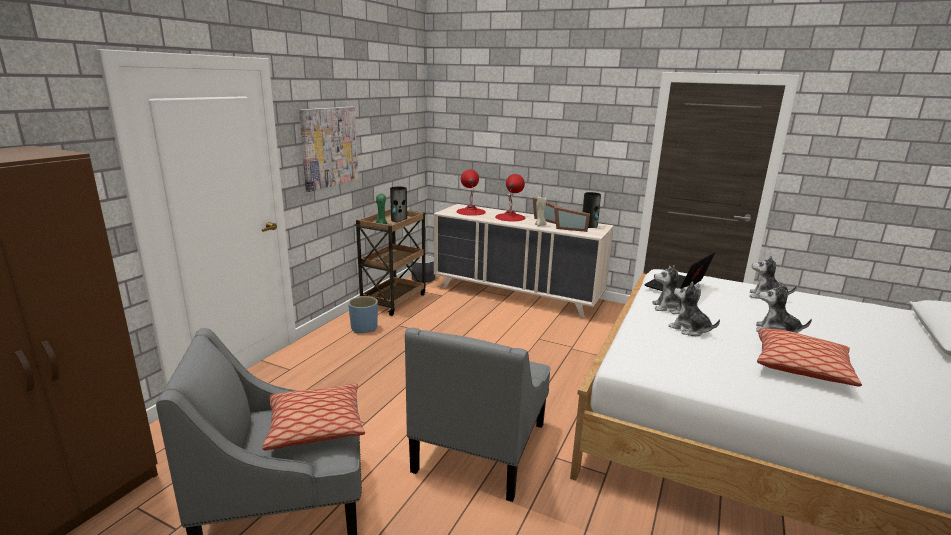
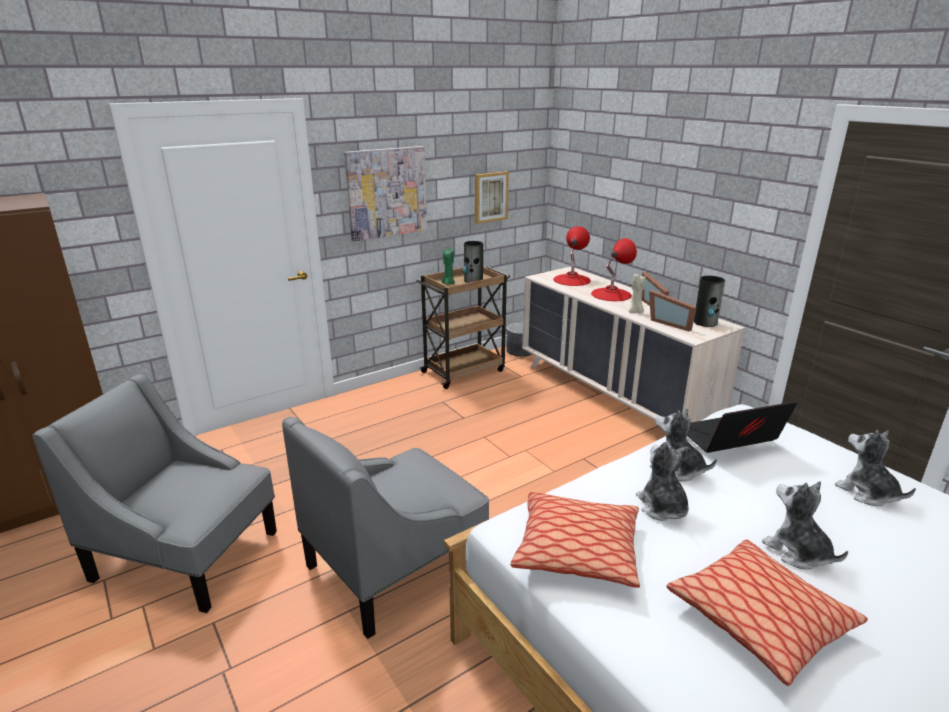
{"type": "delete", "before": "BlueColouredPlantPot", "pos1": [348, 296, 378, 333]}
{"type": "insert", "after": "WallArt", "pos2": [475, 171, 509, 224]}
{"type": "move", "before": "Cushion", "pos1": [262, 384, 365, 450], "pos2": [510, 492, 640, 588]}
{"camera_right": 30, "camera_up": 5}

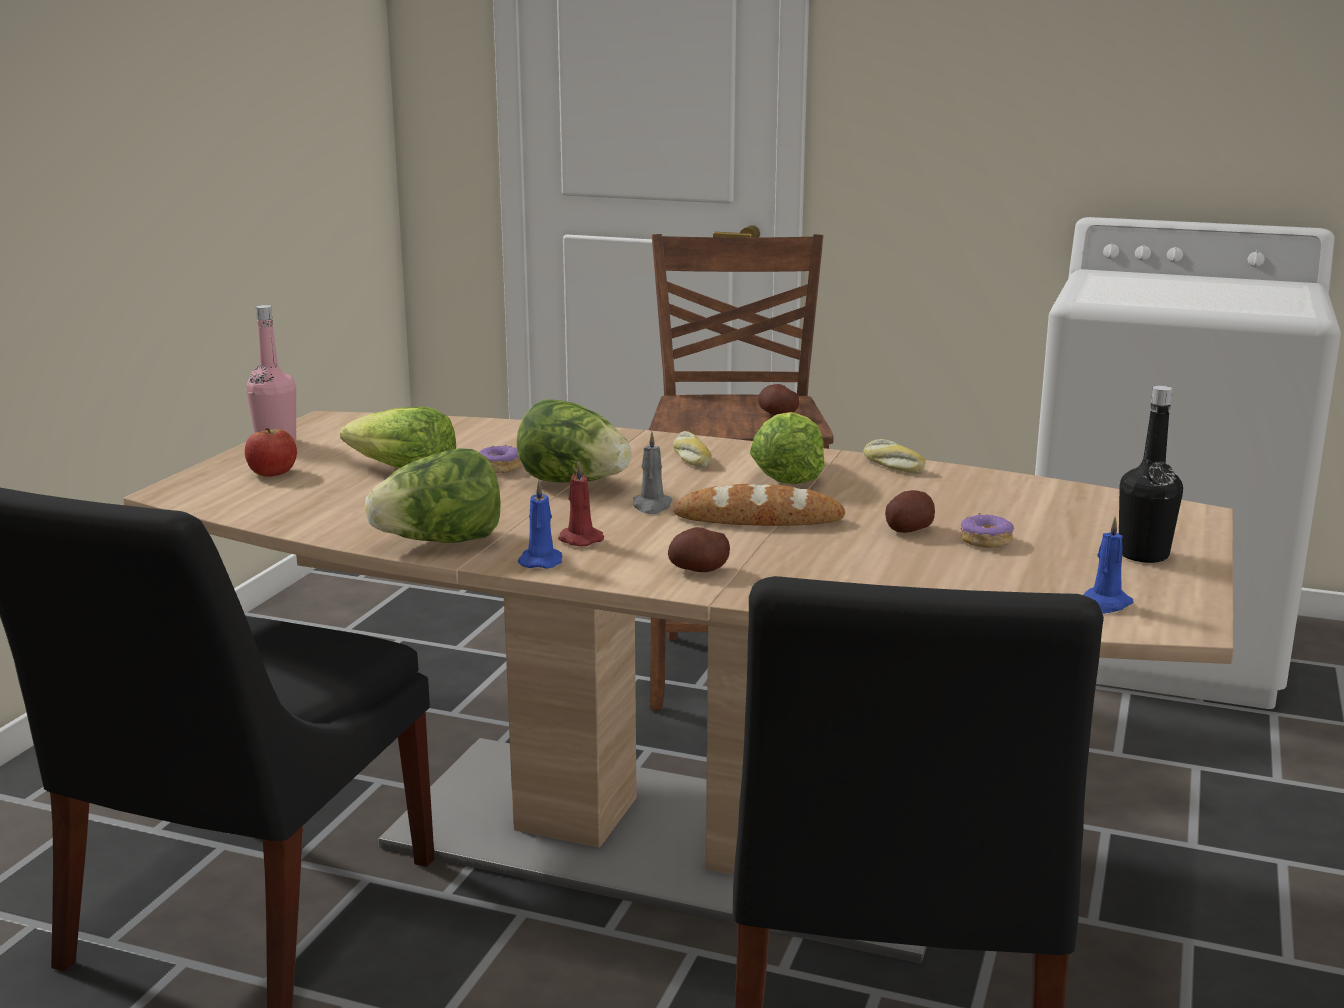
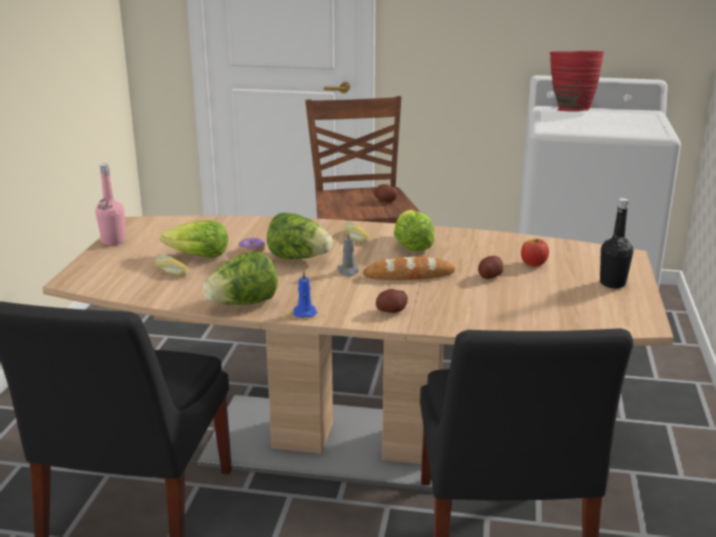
{"type": "delete", "before": "RedColouredWaxCandle", "pos1": [558, 461, 604, 546]}
{"type": "delete", "before": "RingDoughnut", "pos1": [961, 513, 1014, 548]}
{"type": "delete", "before": "BlueColouredWaxCandle", "pos1": [1083, 516, 1133, 614]}
{"type": "insert", "after": "RedColouredFlowerVase", "pos2": [550, 51, 604, 112]}
{"type": "move", "before": "AppleFruit", "pos1": [245, 428, 297, 477], "pos2": [521, 239, 549, 267]}
{"type": "move", "before": "BakedBread", "pos1": [863, 439, 926, 474], "pos2": [155, 255, 188, 276]}
{"camera_right": -10, "camera_up": 5}

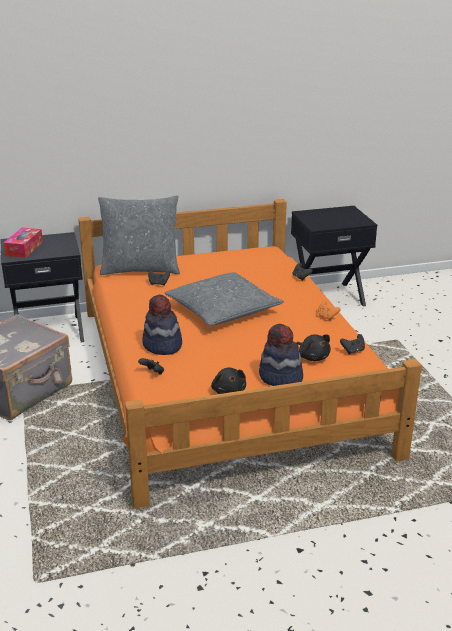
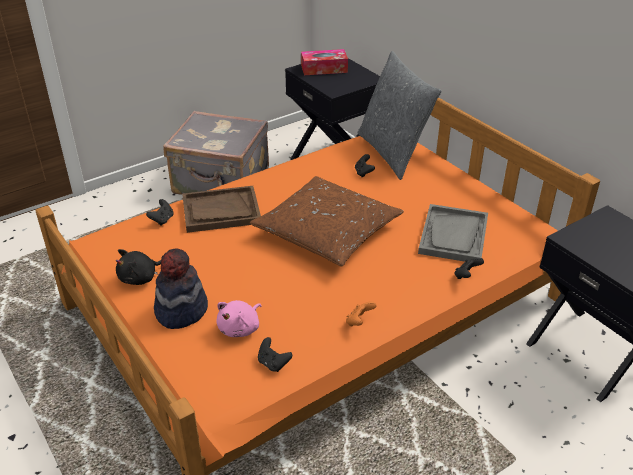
{"type": "insert", "after": "GreyServingTray", "pos2": [418, 204, 488, 262]}
{"type": "replace", "before": "ClothingHat", "after": "BrownColouredServingTray", "pos1": [142, 295, 182, 355], "pos2": [182, 186, 261, 233]}
{"type": "recolor", "before": "GreyCushion", "after": "BrownColouredCushion", "pos1": [165, 272, 284, 326], "pos2": [250, 176, 404, 267]}
{"type": "recolor", "before": "BlackColouredSoftToy", "after": "PinkColouredSoftToy", "pos1": [297, 334, 331, 361], "pos2": [216, 300, 262, 337]}
{"camera_right": 70, "camera_up": 10}

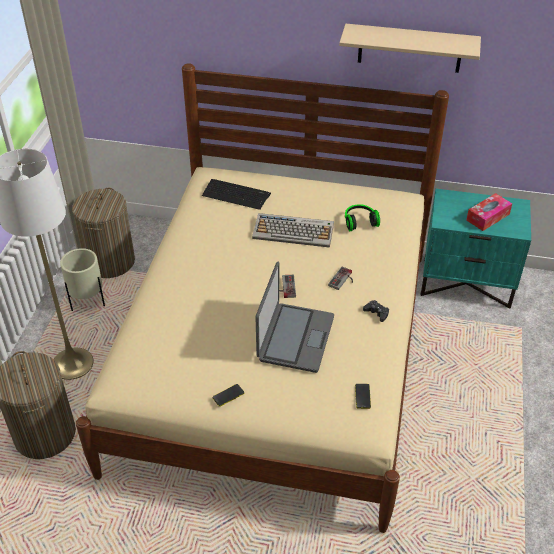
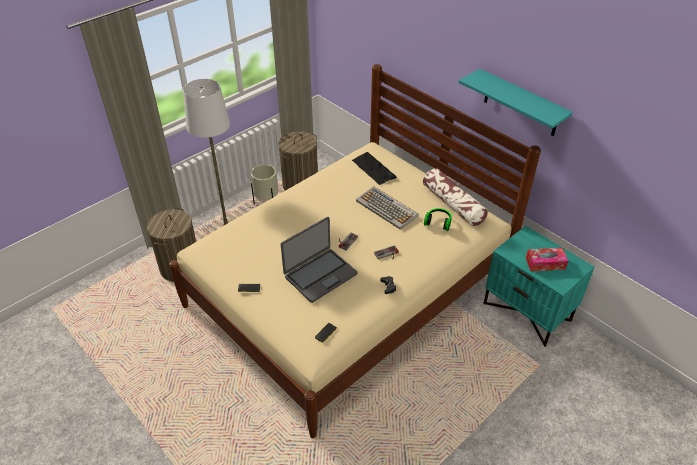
{"type": "insert", "after": "Cushion", "pos2": [423, 168, 488, 226]}
{"type": "recolor", "before": "SandColouredShelf", "after": "TurquoiseShelf", "pos1": [339, 24, 481, 73], "pos2": [459, 69, 573, 136]}
{"camera_right": 35, "camera_up": 0}

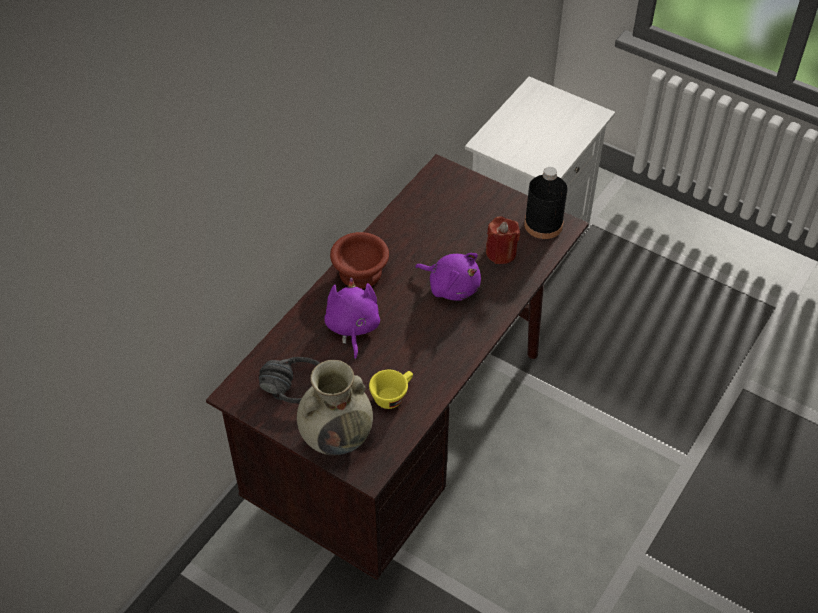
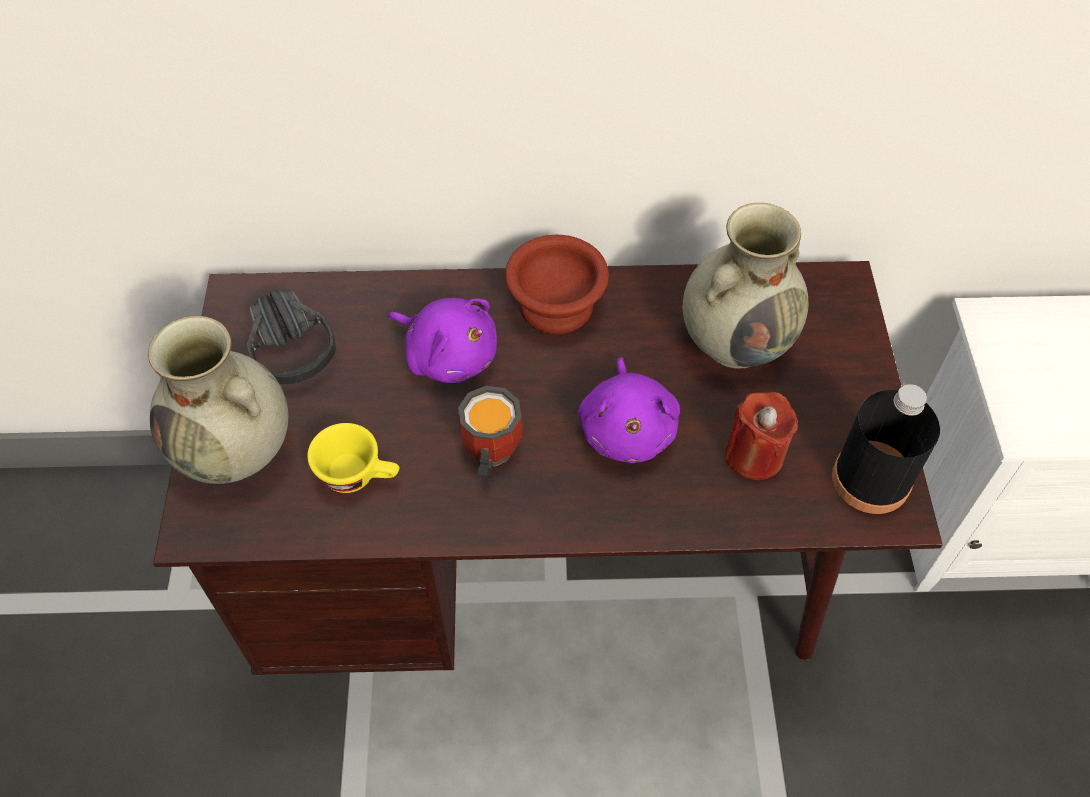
{"type": "insert", "after": "TeaMug", "pos2": [458, 386, 523, 478]}
{"type": "insert", "after": "SandColouredFlowerVase", "pos2": [683, 203, 808, 369]}
{"type": "rotate", "before": "PurplishSoftToy", "pos1": [324, 277, 380, 360], "pos2": [388, 298, 497, 383], "turn": 75}
{"camera_right": 55, "camera_up": 5}

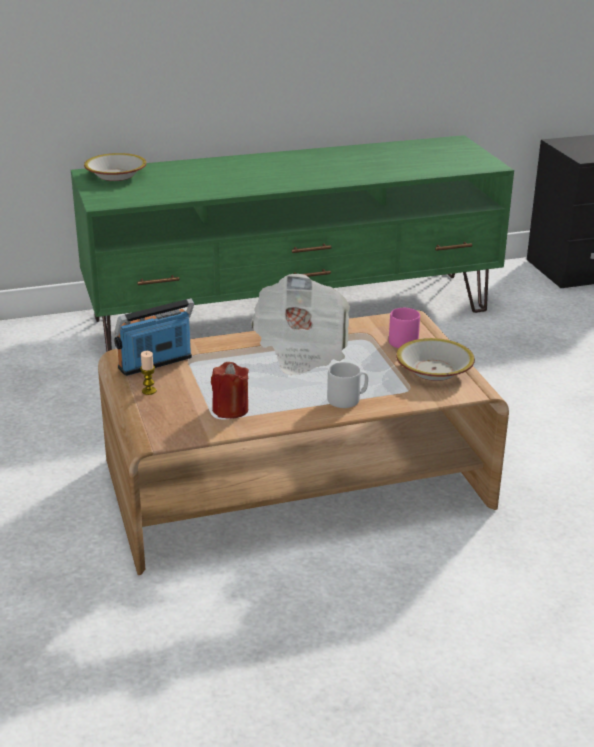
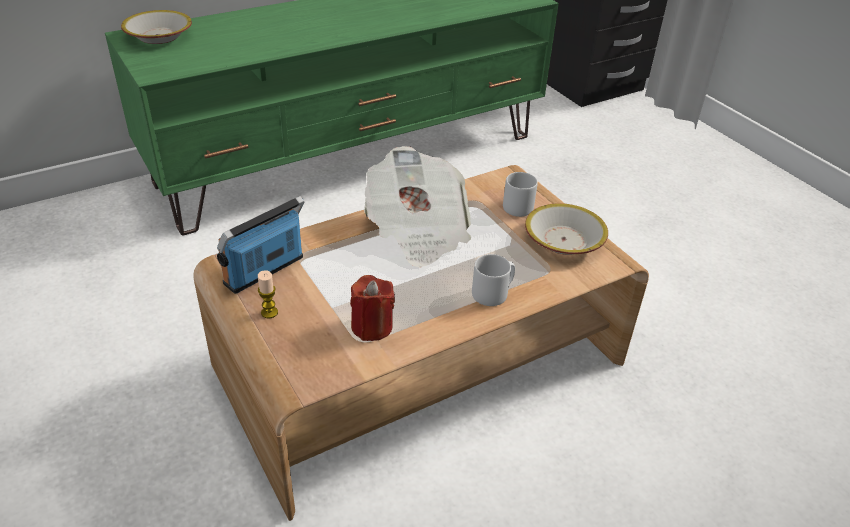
{"type": "recolor", "before": "PinkColouredTeaMug", "after": "GreyTeaMug", "pos1": [389, 308, 420, 348], "pos2": [503, 172, 538, 217]}
{"camera_right": -15, "camera_up": 10}

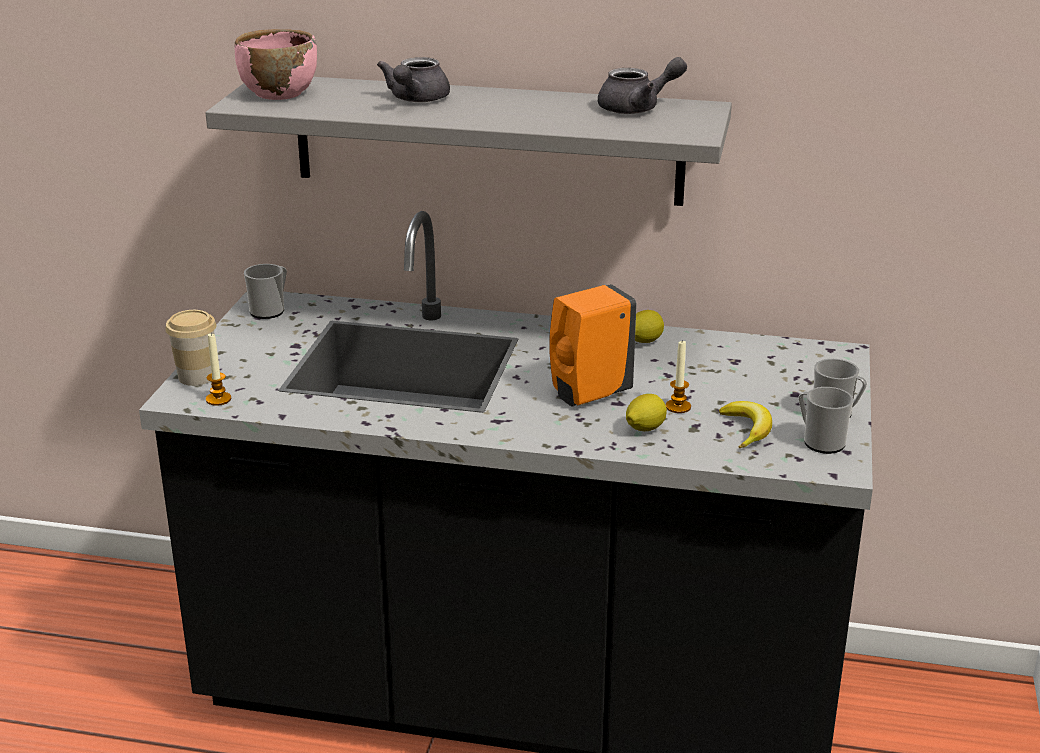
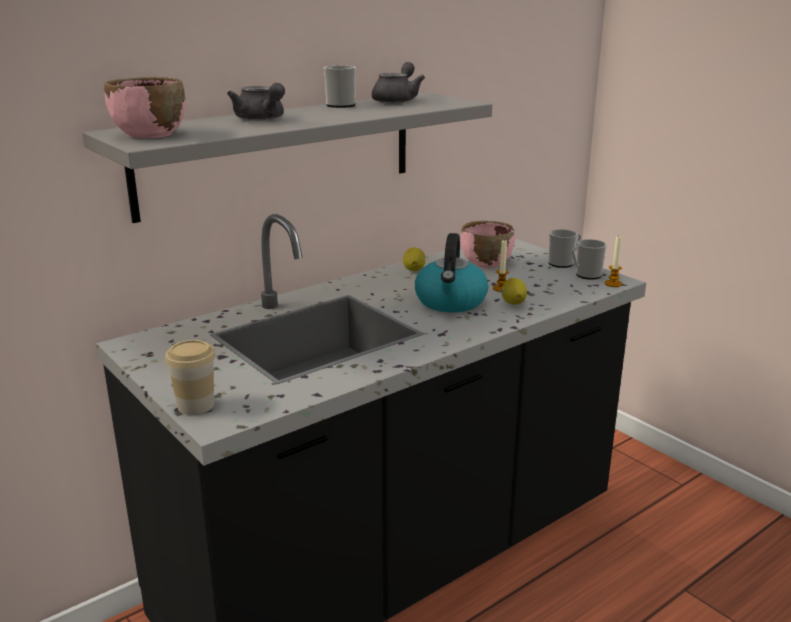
{"type": "delete", "before": "WholeBanana", "pos1": [719, 401, 772, 448]}
{"type": "insert", "after": "PinkColouredBowl", "pos2": [460, 221, 515, 268]}
{"type": "move", "before": "WaxCandle", "pos1": [206, 334, 231, 406], "pos2": [605, 237, 622, 287]}
{"type": "move", "before": "TeaMug", "pos1": [244, 264, 287, 319], "pos2": [324, 66, 356, 108]}
{"type": "replace", "before": "OrangeSoapBottle", "after": "TeaKettle", "pos1": [549, 284, 637, 407], "pos2": [415, 233, 488, 313]}
{"camera_right": -50, "camera_up": -5}

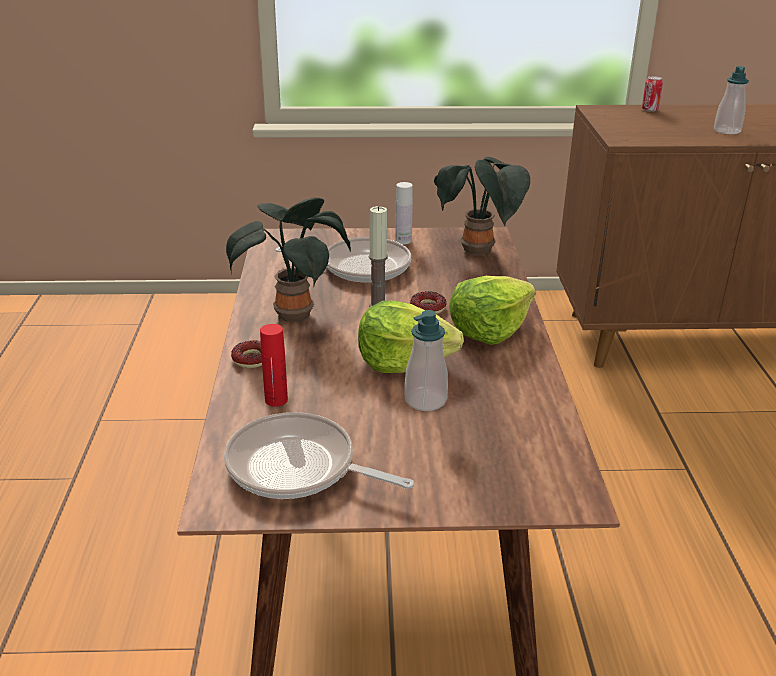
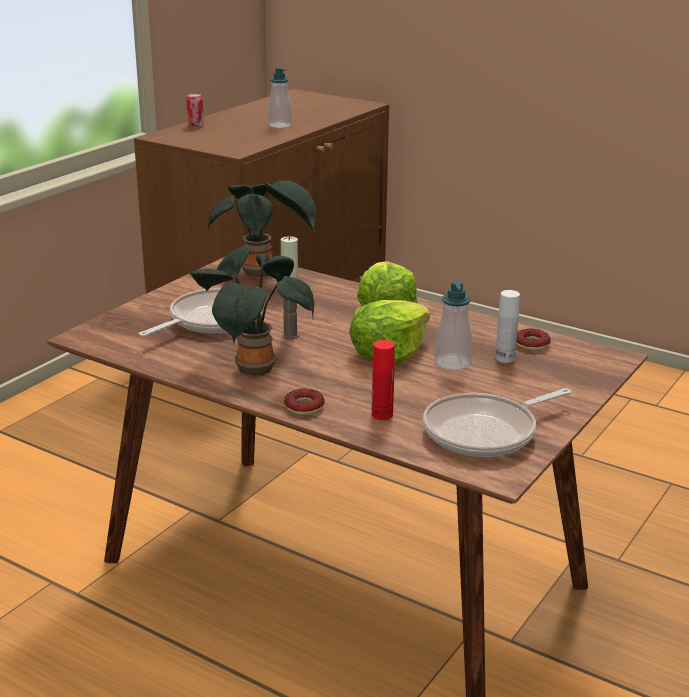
{"type": "move", "before": "WhitishDrinkBottle", "pos1": [395, 182, 413, 244], "pos2": [495, 290, 520, 363]}
{"type": "move", "before": "RingDoughnut", "pos1": [410, 291, 446, 314], "pos2": [516, 329, 551, 351]}
{"camera_right": -55, "camera_up": -5}

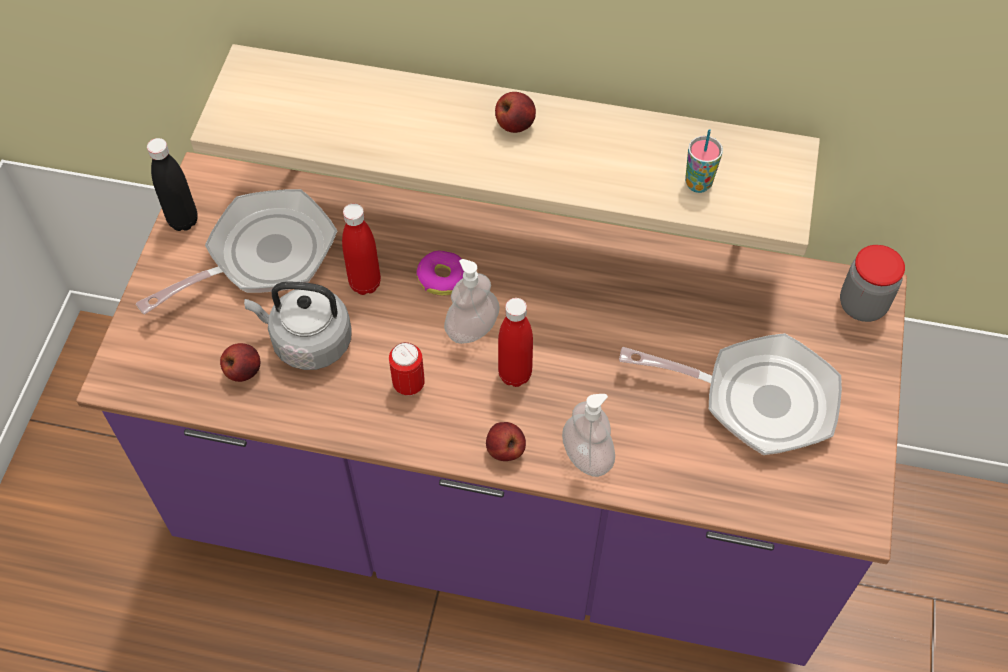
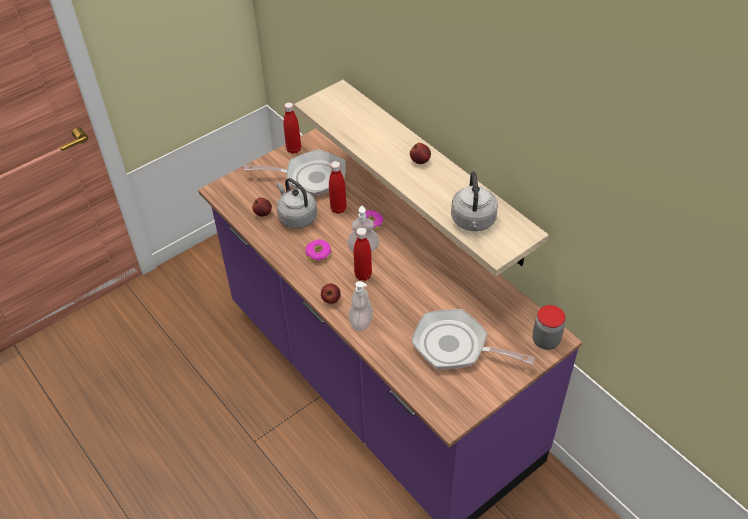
{"type": "replace", "before": "SealedCan", "after": "RingDoughnut", "pos1": [389, 342, 425, 396], "pos2": [305, 239, 332, 262]}
{"type": "replace", "before": "DrinkingCup", "after": "GreyTeaKettle", "pos1": [685, 129, 723, 193], "pos2": [451, 171, 498, 231]}
{"type": "recolor", "before": "BlackColouredDrinkBottle", "after": "RedColouredDrinkBottle", "pos1": [147, 138, 198, 231], "pos2": [284, 102, 301, 154]}
{"type": "rotate", "before": "Skillet", "pos1": [619, 333, 842, 455], "pos2": [411, 309, 535, 370], "turn": 150}
{"camera_right": 40, "camera_up": -10}

